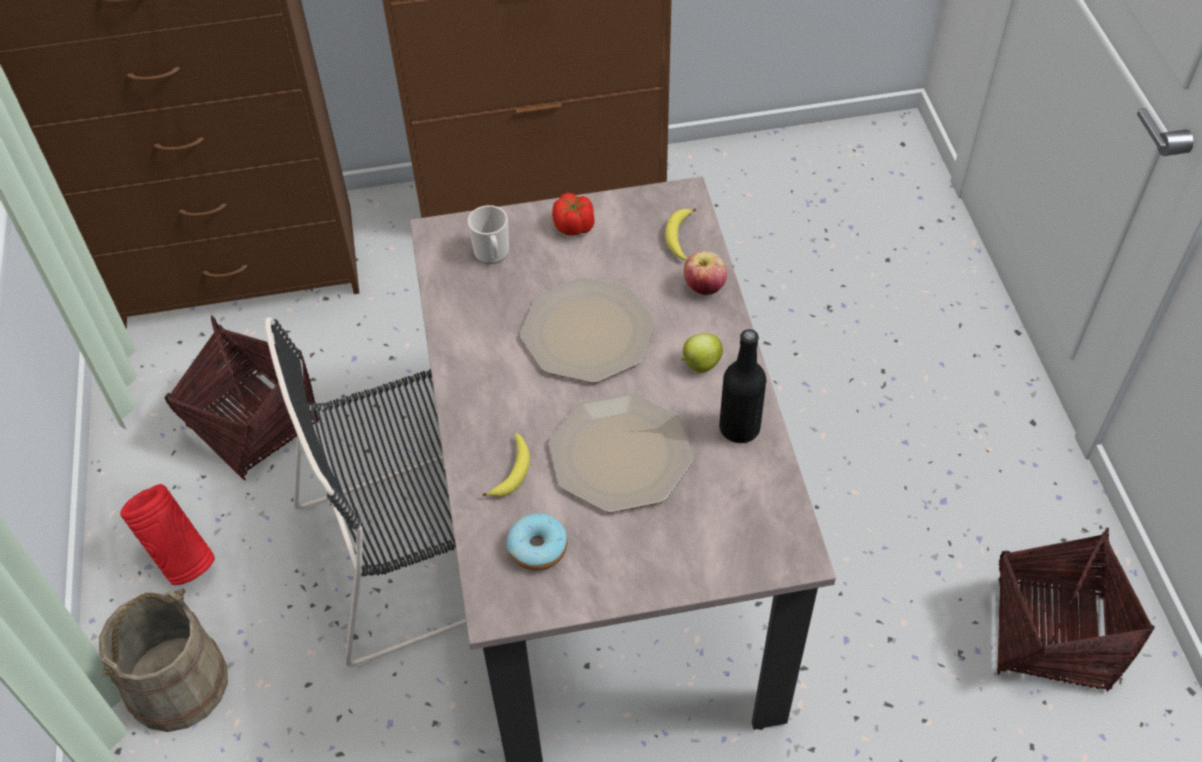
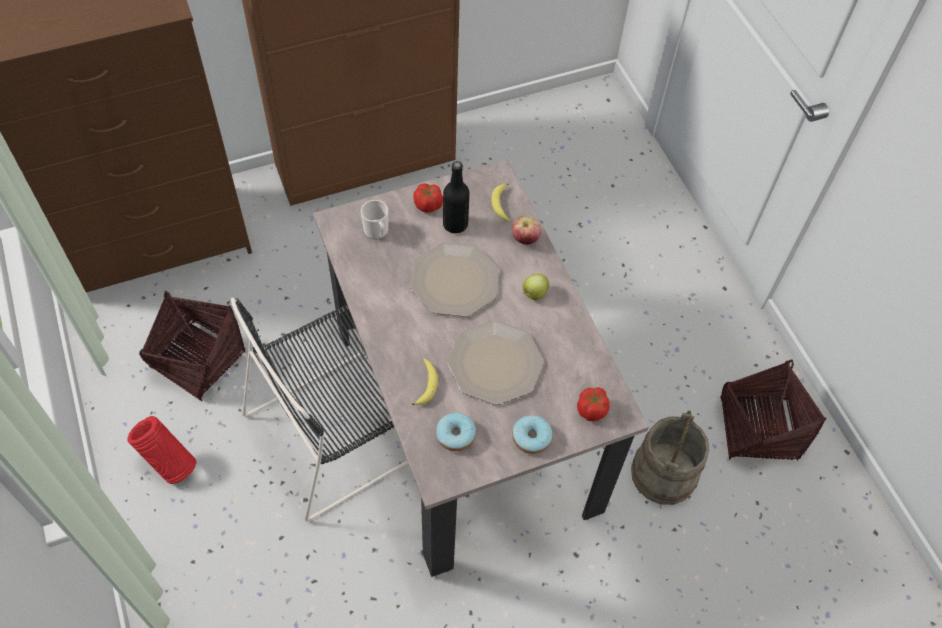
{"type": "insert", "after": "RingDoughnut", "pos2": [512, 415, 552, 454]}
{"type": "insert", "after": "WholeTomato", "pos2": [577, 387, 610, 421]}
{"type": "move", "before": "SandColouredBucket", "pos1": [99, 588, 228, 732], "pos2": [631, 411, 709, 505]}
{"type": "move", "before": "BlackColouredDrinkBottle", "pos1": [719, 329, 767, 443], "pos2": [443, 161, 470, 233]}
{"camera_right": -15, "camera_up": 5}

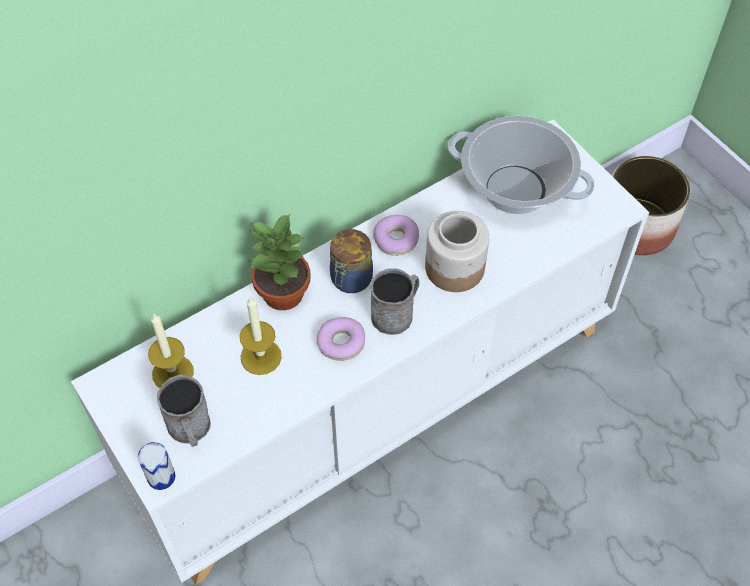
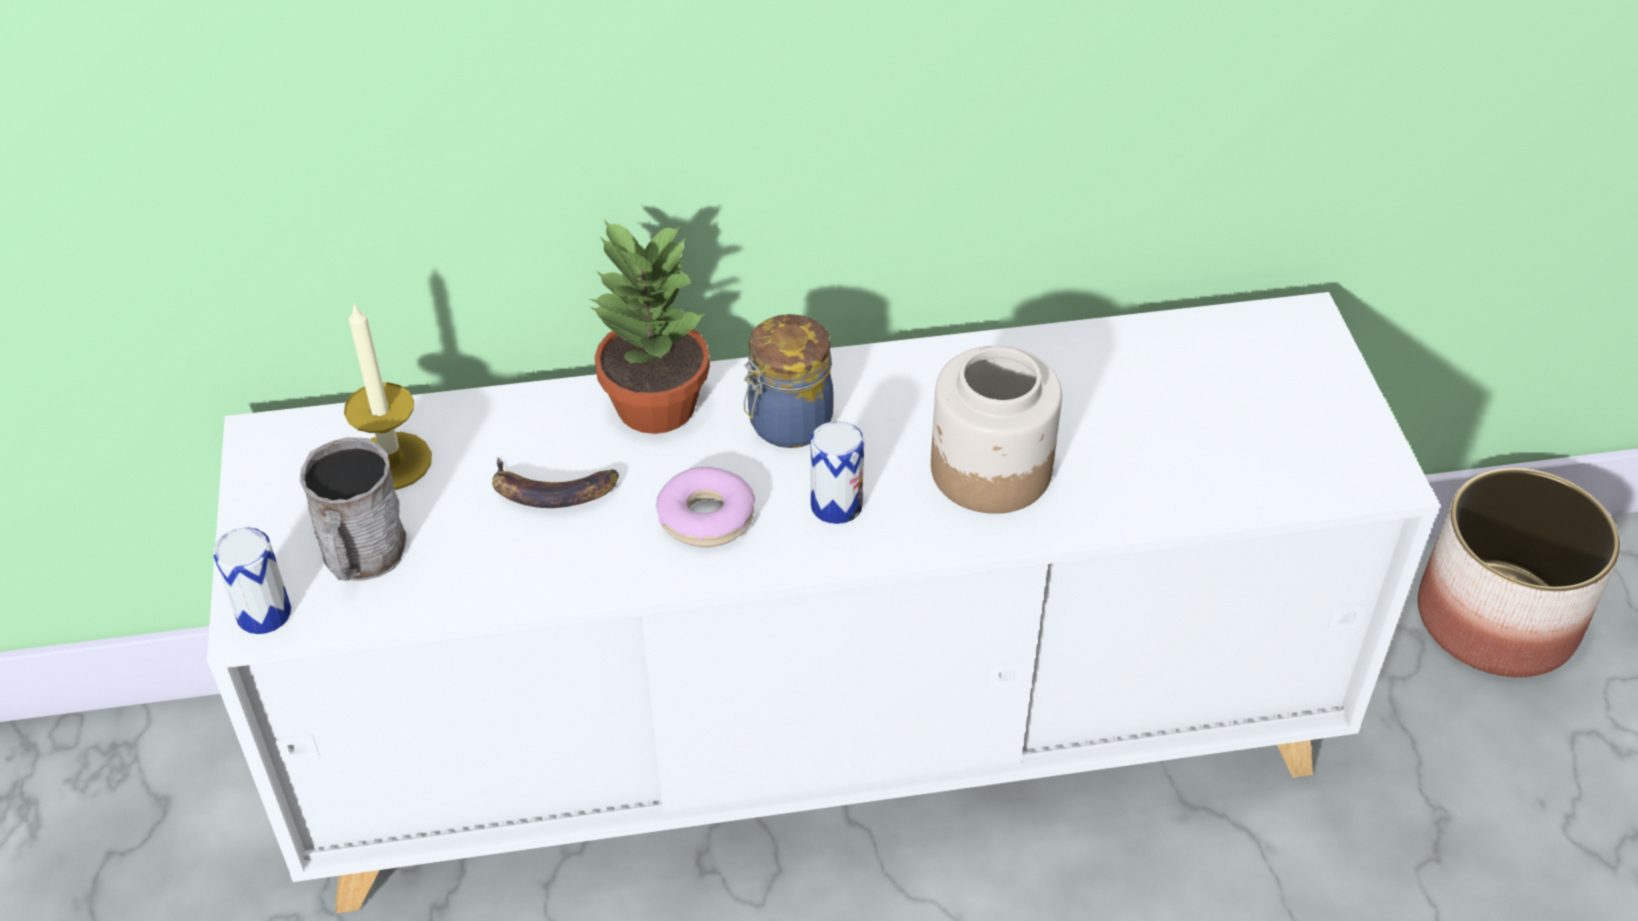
{"type": "delete", "before": "RingDoughnut", "pos1": [373, 215, 419, 256]}
{"type": "delete", "before": "CookingPot", "pos1": [448, 116, 594, 214]}
{"type": "replace", "before": "WaxCandle", "after": "WholeBanana", "pos1": [239, 296, 282, 375], "pos2": [492, 457, 619, 508]}
{"type": "replace", "before": "GreyTeaMug", "after": "SealedCan", "pos1": [371, 268, 419, 335], "pos2": [810, 421, 864, 524]}
{"camera_right": 25, "camera_up": -10}

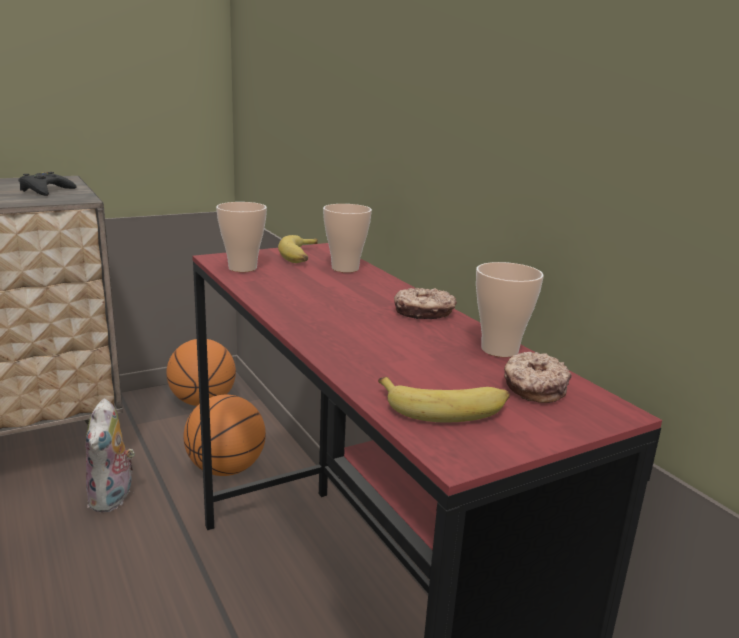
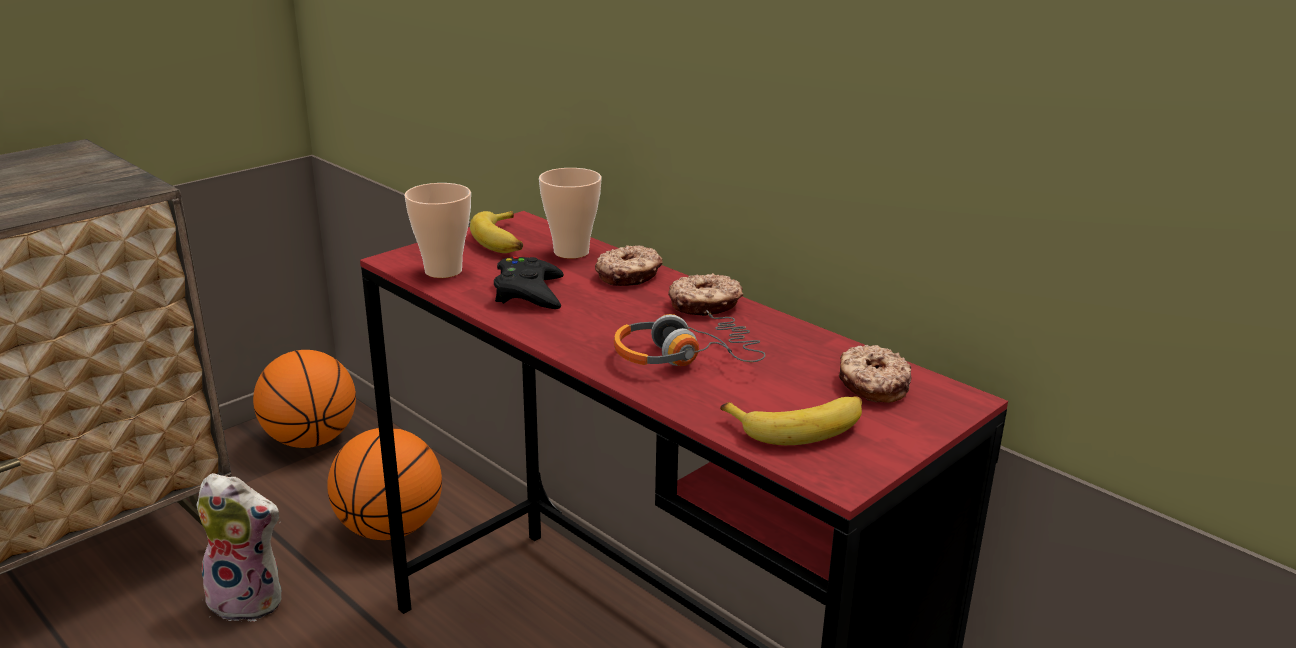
{"type": "delete", "before": "DrinkingCup", "pos1": [476, 262, 544, 357]}
{"type": "insert", "after": "RingDoughnut", "pos2": [595, 245, 663, 286]}
{"type": "insert", "after": "Headphones", "pos2": [614, 310, 766, 366]}
{"type": "move", "before": "BlackColouredGameController", "pos1": [18, 172, 77, 196], "pos2": [494, 256, 564, 309]}
{"type": "rotate", "before": "SoftToy", "pos1": [85, 398, 135, 512], "pos2": [197, 473, 281, 622], "turn": -60}
{"camera_right": -15, "camera_up": 5}

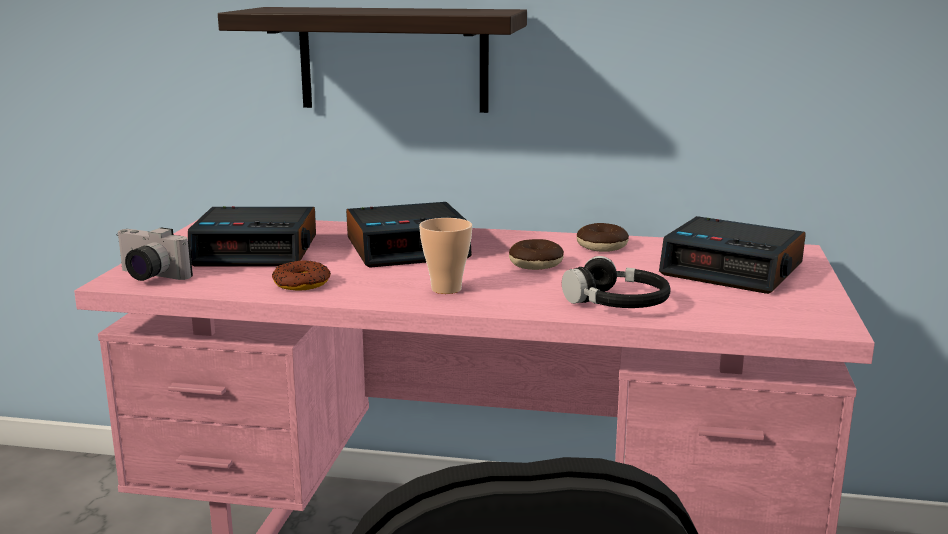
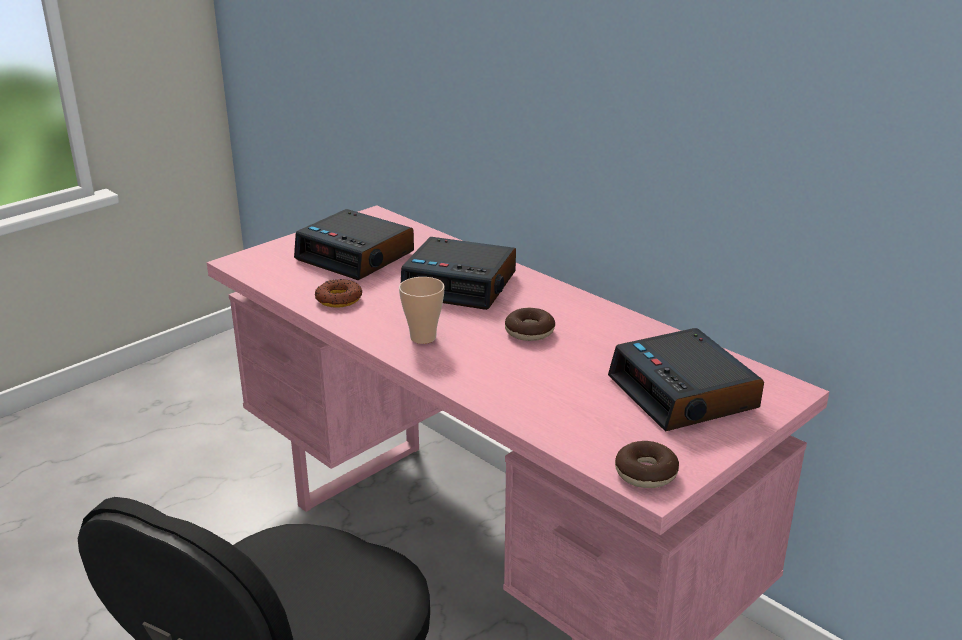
{"type": "delete", "before": "PhotoCamera", "pos1": [116, 228, 193, 281]}
{"type": "delete", "before": "Shelf", "pos1": [218, 7, 527, 113]}
{"type": "delete", "before": "BlackColouredHeadphones", "pos1": [562, 256, 671, 308]}
{"type": "move", "before": "RingDoughnut", "pos1": [577, 223, 629, 252], "pos2": [615, 441, 679, 488]}
{"camera_right": 35, "camera_up": 10}

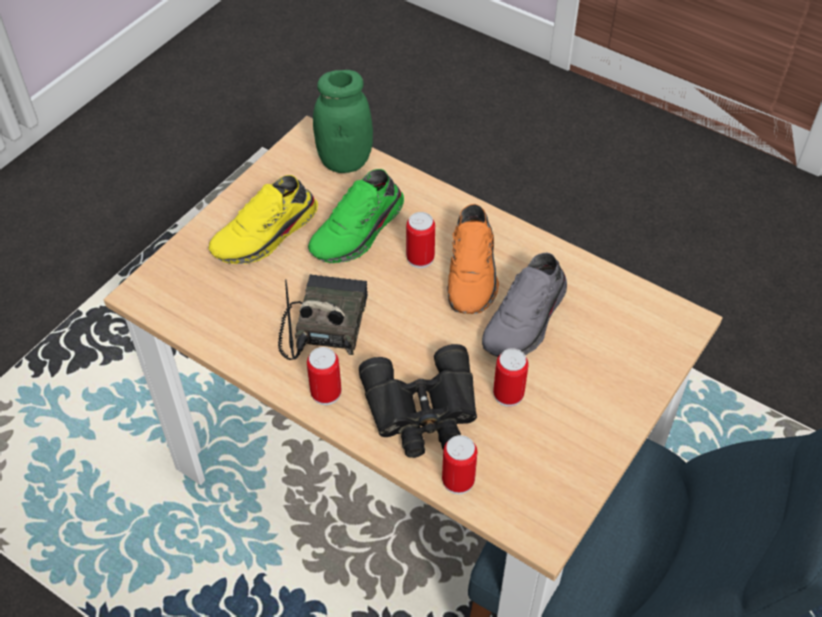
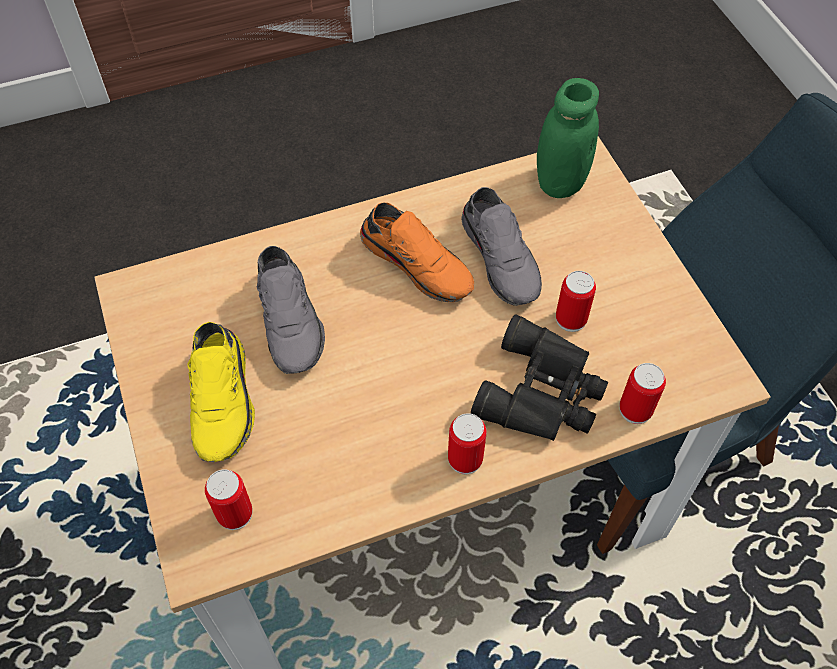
{"type": "delete", "before": "RadioReceiver", "pos1": [278, 274, 368, 360]}
{"type": "move", "before": "GreenJar", "pos1": [313, 70, 373, 173], "pos2": [537, 78, 599, 198]}
{"type": "move", "before": "SealedCan", "pos1": [406, 212, 435, 268], "pos2": [205, 470, 253, 530]}
{"type": "recolor", "before": "GreenLowShoe", "after": "GreyLowShoe", "pos1": [308, 169, 404, 263], "pos2": [257, 246, 325, 374]}
{"camera_right": -55, "camera_up": 5}

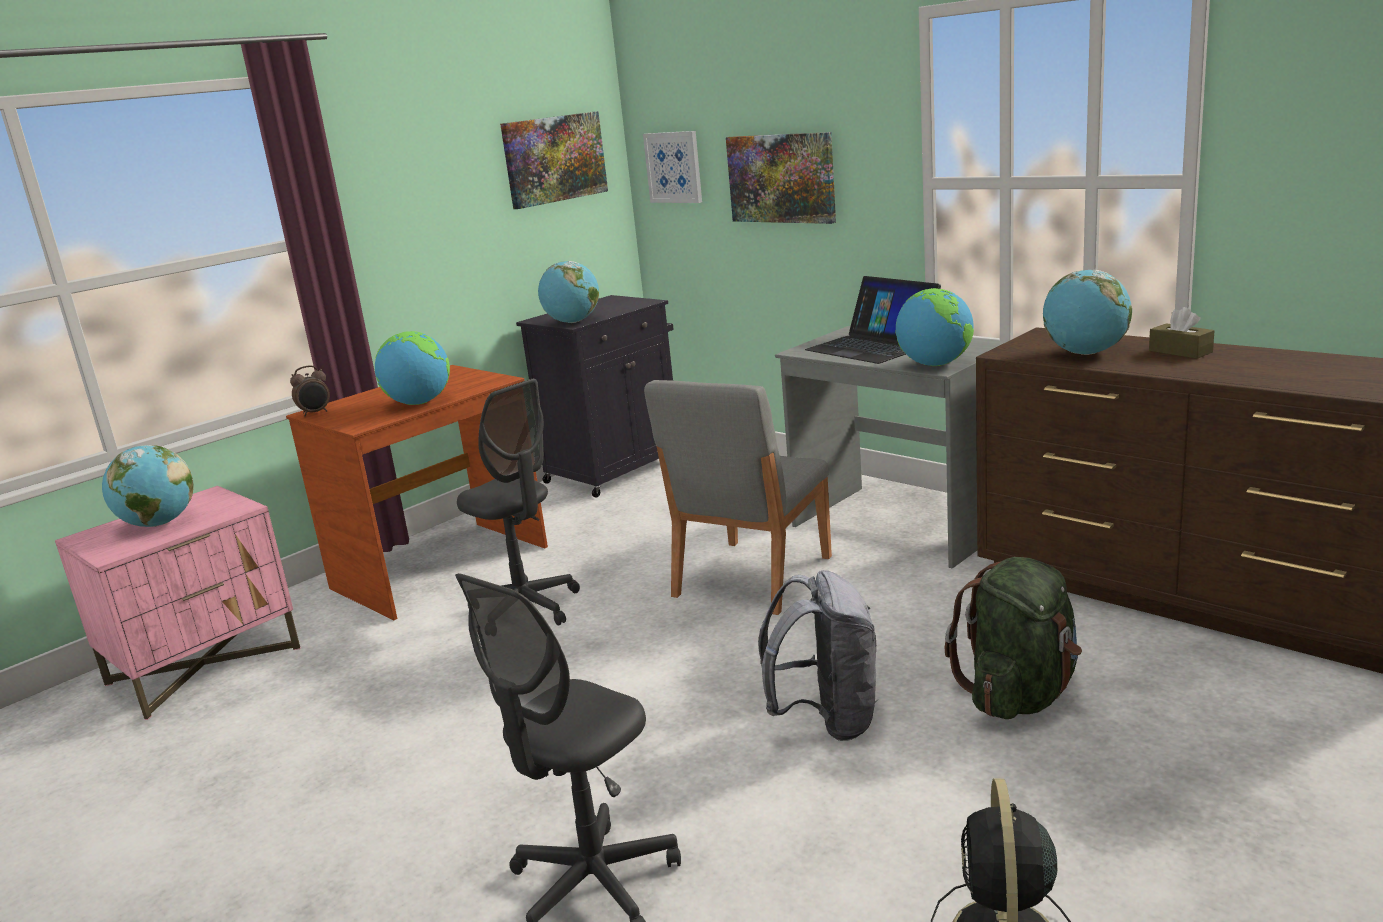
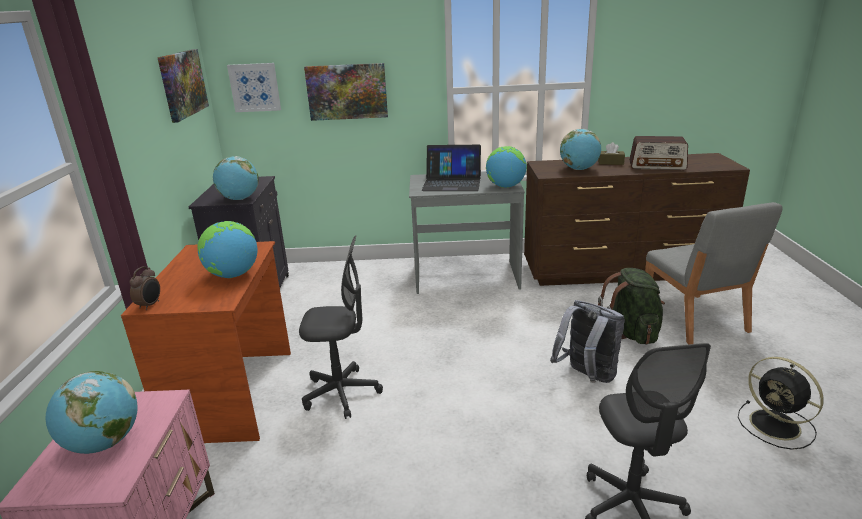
{"type": "insert", "after": "RadioReceiver", "pos2": [629, 136, 688, 170]}
{"type": "move", "before": "GreyUprightChair", "pos1": [644, 380, 832, 615], "pos2": [645, 202, 783, 344]}
{"camera_right": -45, "camera_up": 5}

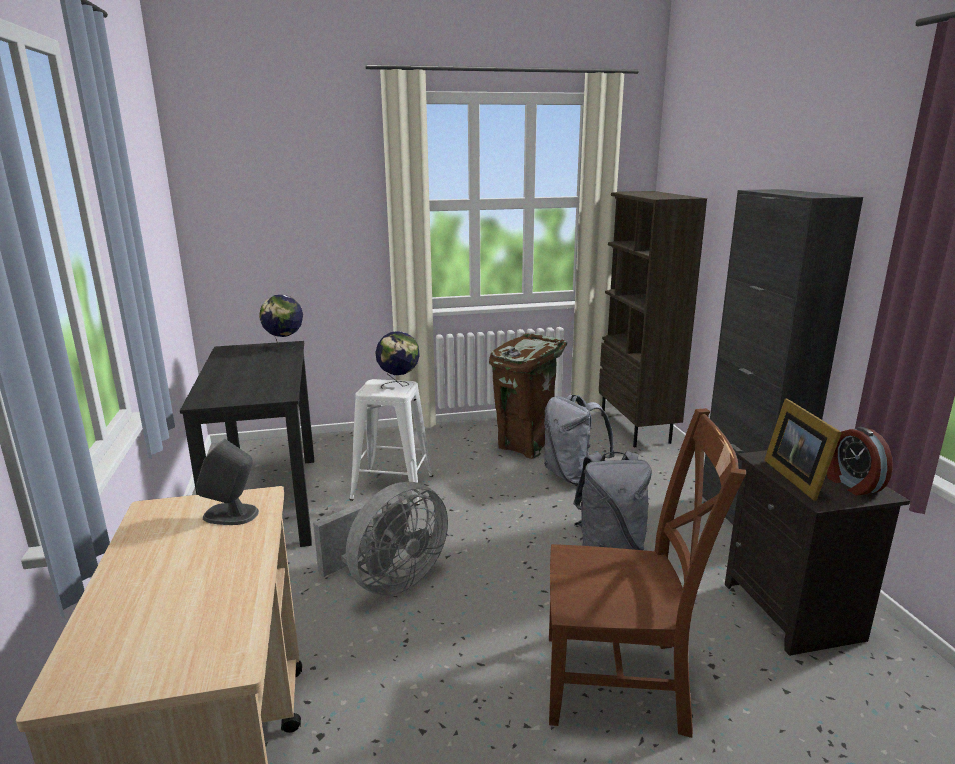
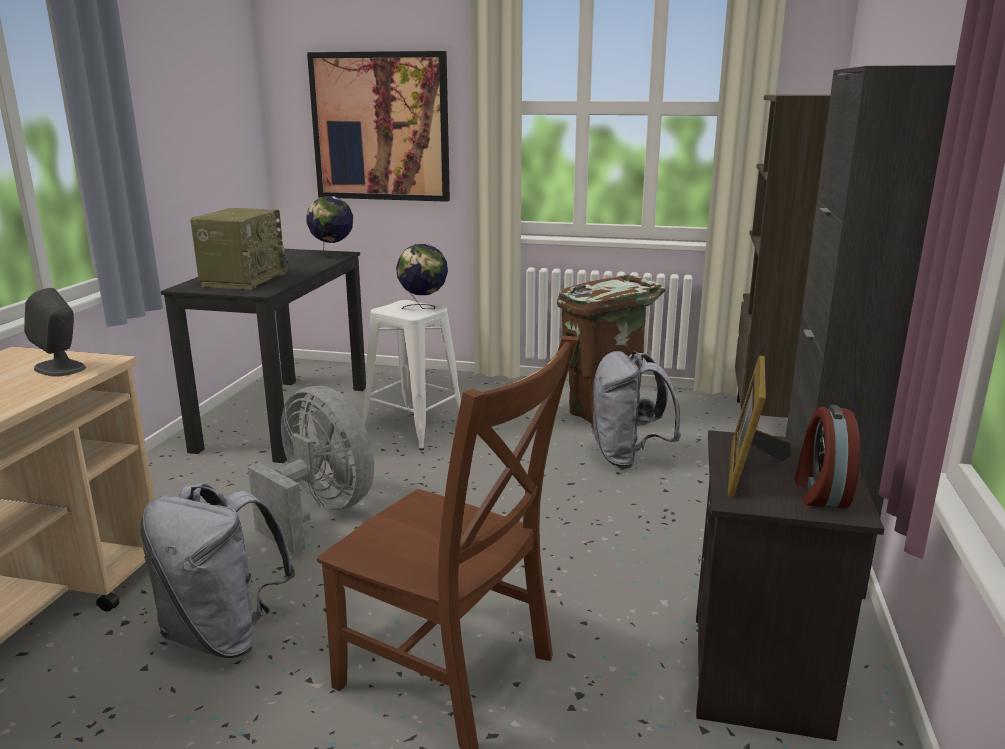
{"type": "insert", "after": "RadioReceiver", "pos2": [190, 208, 289, 290]}
{"type": "insert", "after": "WallArt", "pos2": [307, 51, 450, 202]}
{"type": "move", "before": "GreyKnapsack", "pos1": [573, 451, 651, 550], "pos2": [140, 483, 295, 658]}
{"type": "rotate", "before": "GreyCoolingFan", "pos1": [313, 482, 448, 596], "pos2": [248, 386, 374, 554], "turn": -120}
{"camera_right": 25, "camera_up": 0}

